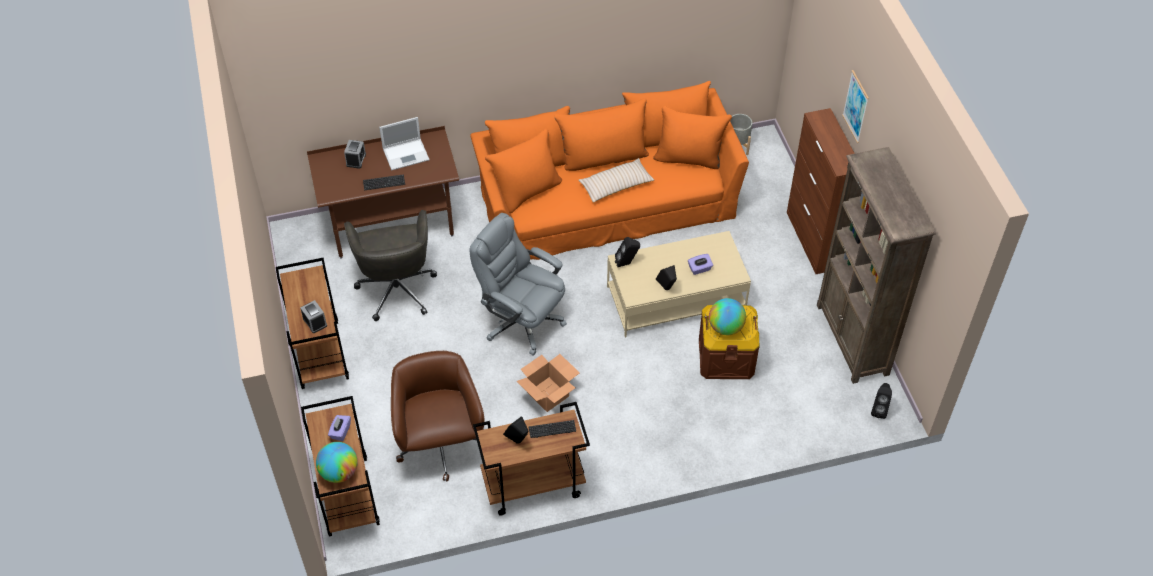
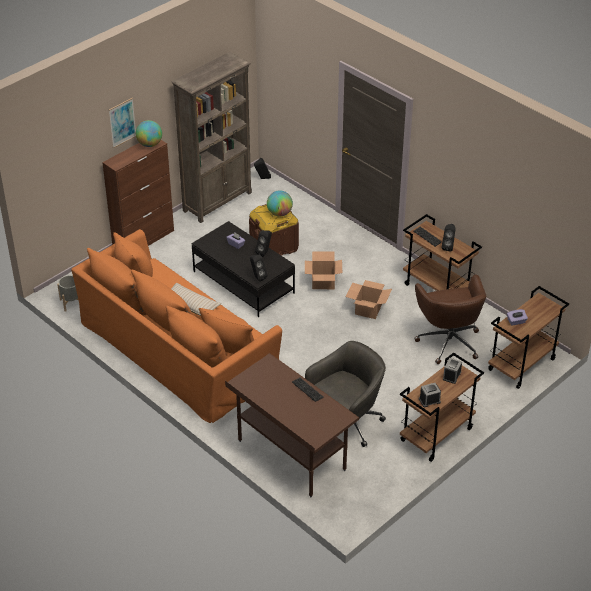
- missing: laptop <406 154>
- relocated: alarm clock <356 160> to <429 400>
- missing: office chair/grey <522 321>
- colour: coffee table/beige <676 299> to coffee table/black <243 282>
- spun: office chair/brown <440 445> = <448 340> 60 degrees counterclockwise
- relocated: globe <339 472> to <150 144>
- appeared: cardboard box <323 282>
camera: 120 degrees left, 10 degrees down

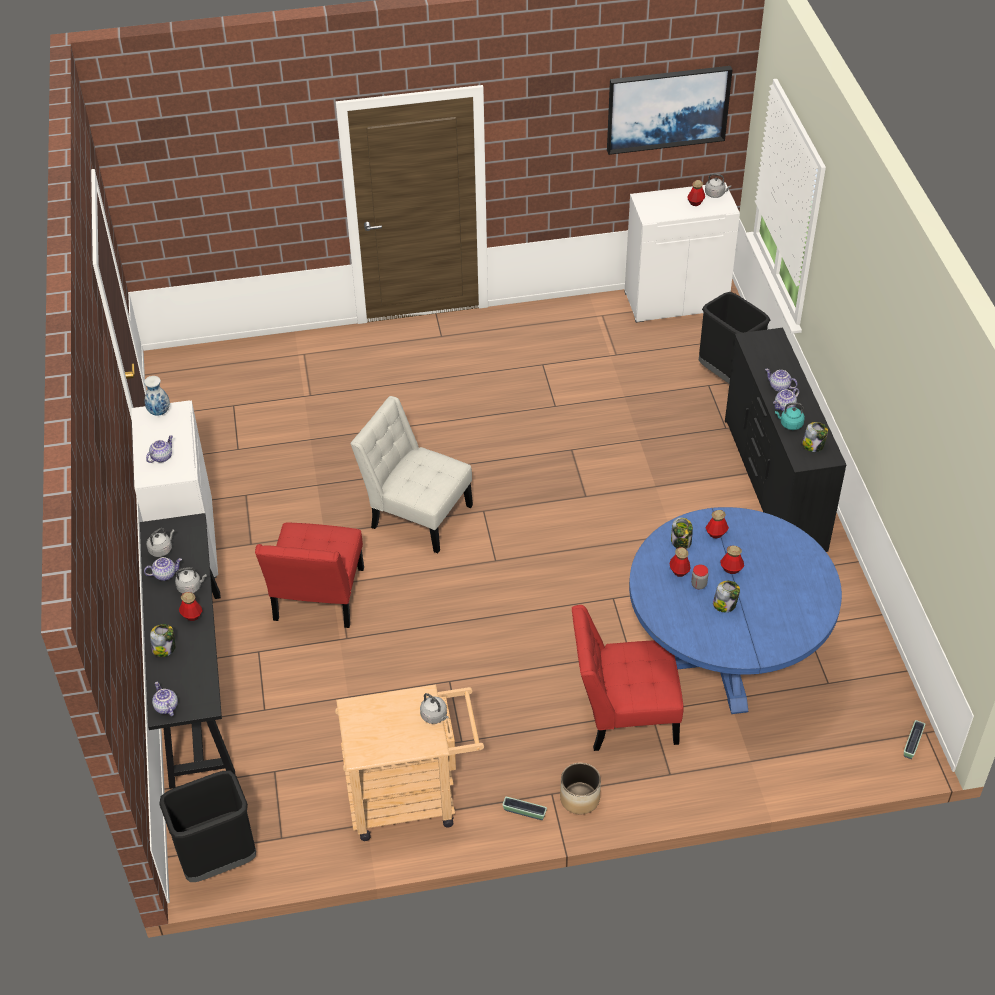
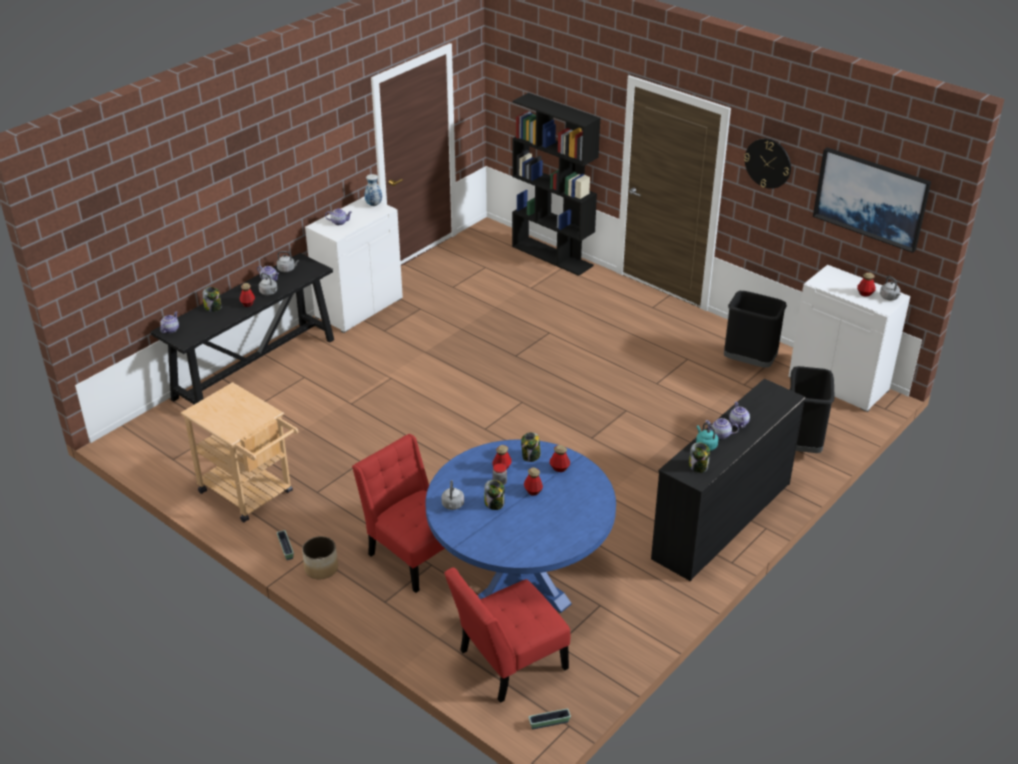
- missing: chair/white <416 514>
- relocated: chair/red <317 599> to <507 662>
- relocated: kettle/grey <435 716> to <452 505>
- relocated: trash can/black <218 859> to <749 362>
- appeared: bookcase/black <553 256>
- appeared: wall clock <768 163>
camera: 50 degrees right, 10 degrees down

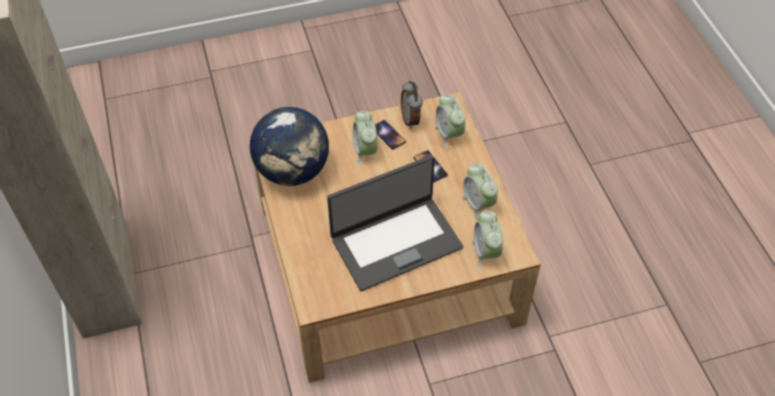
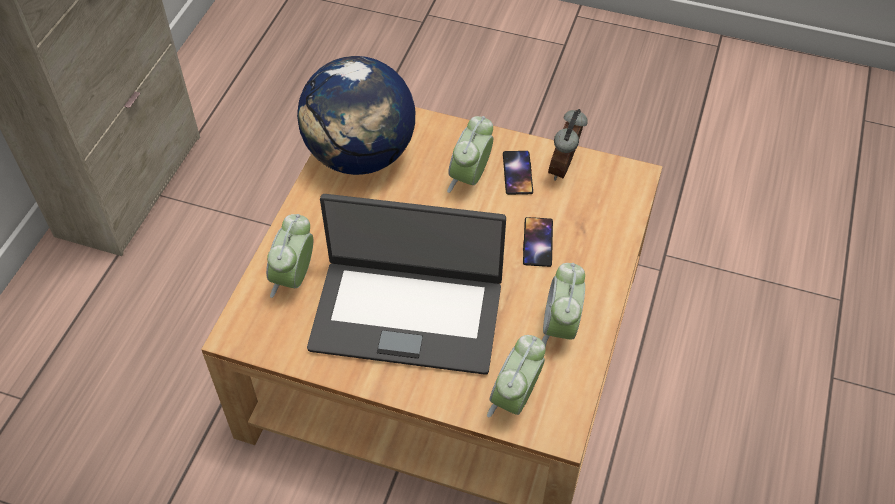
- relocated: alarm clock <449 134> to <294 278>
camera: 35 degrees right, 0 degrees up

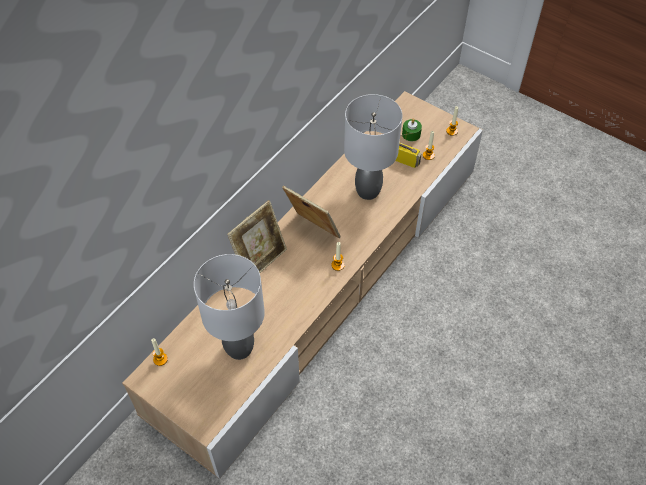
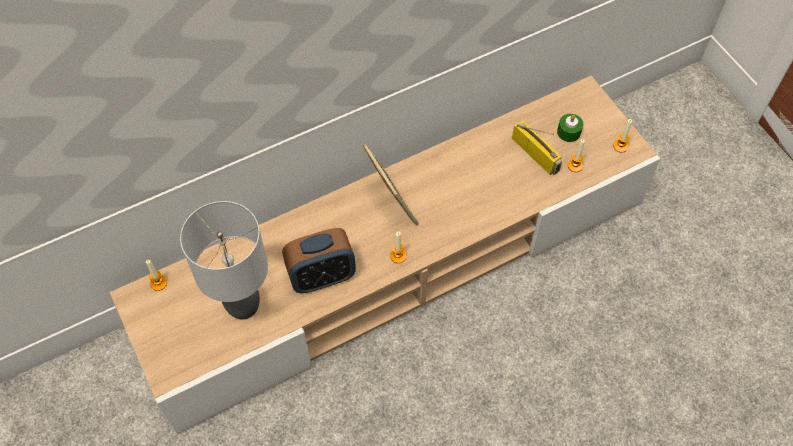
- missing: table lamp/grey <367 191>
- missing: picture frame <260 260>
- appeared: alarm clock <322 277>
camera: 25 degrees right, 5 degrees up

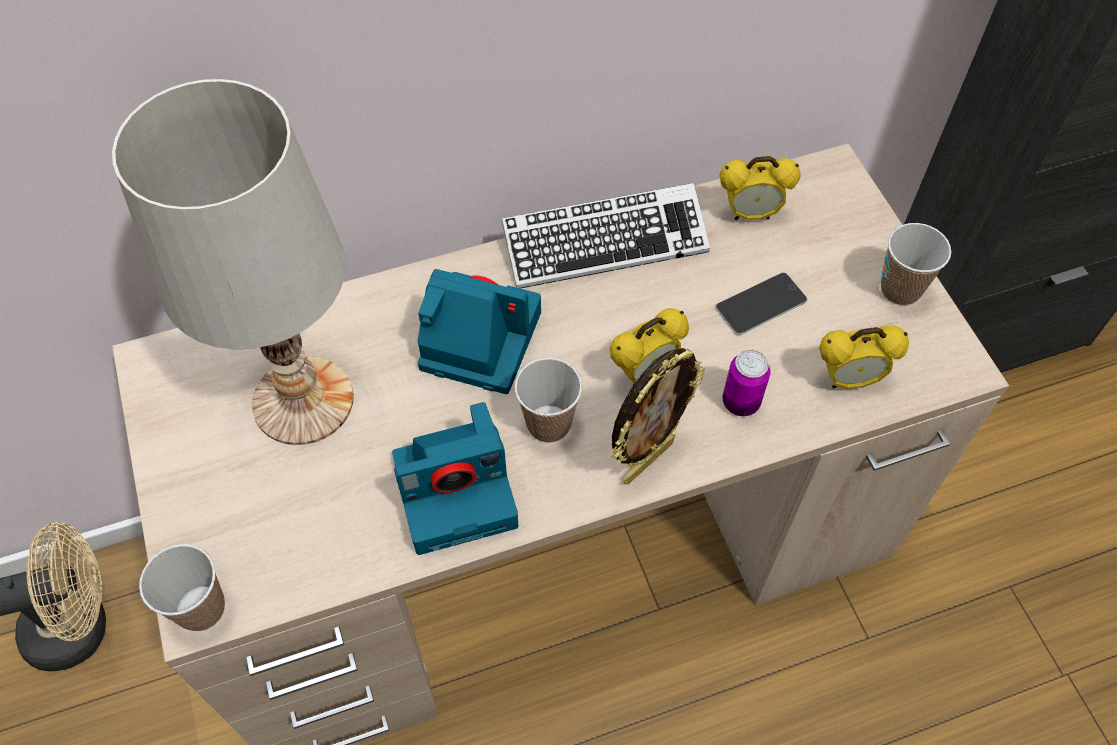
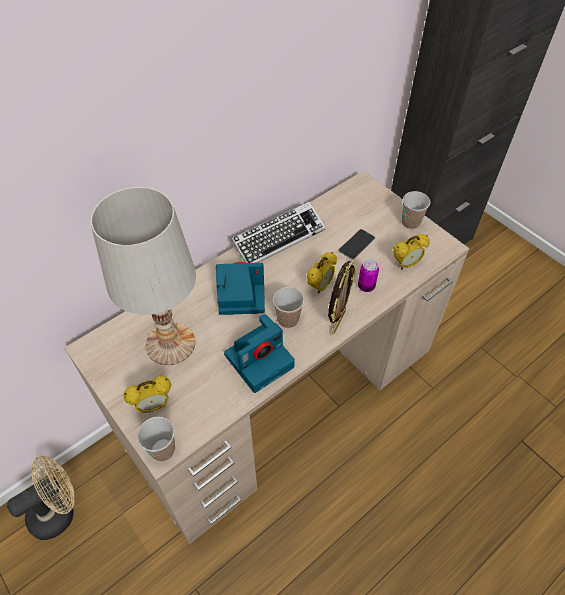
- relocated: alarm clock <750 214> to <154 406>
camera: 20 degrees left, 5 degrees down

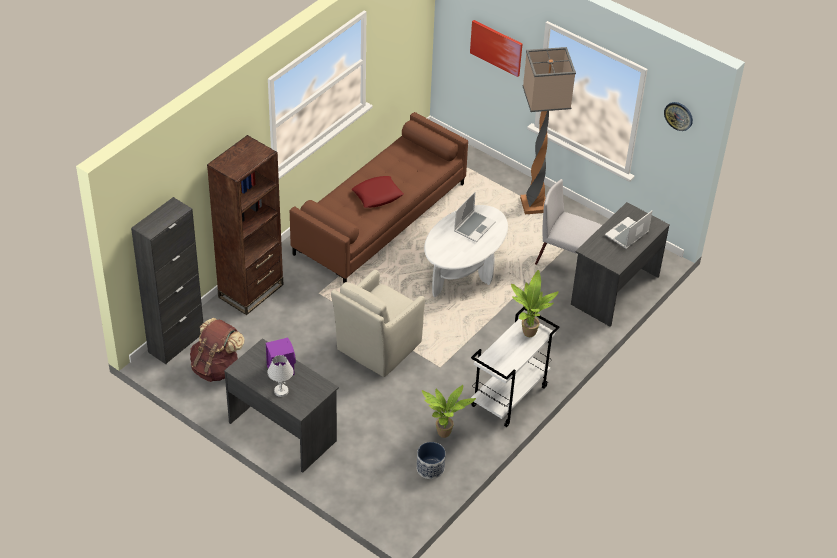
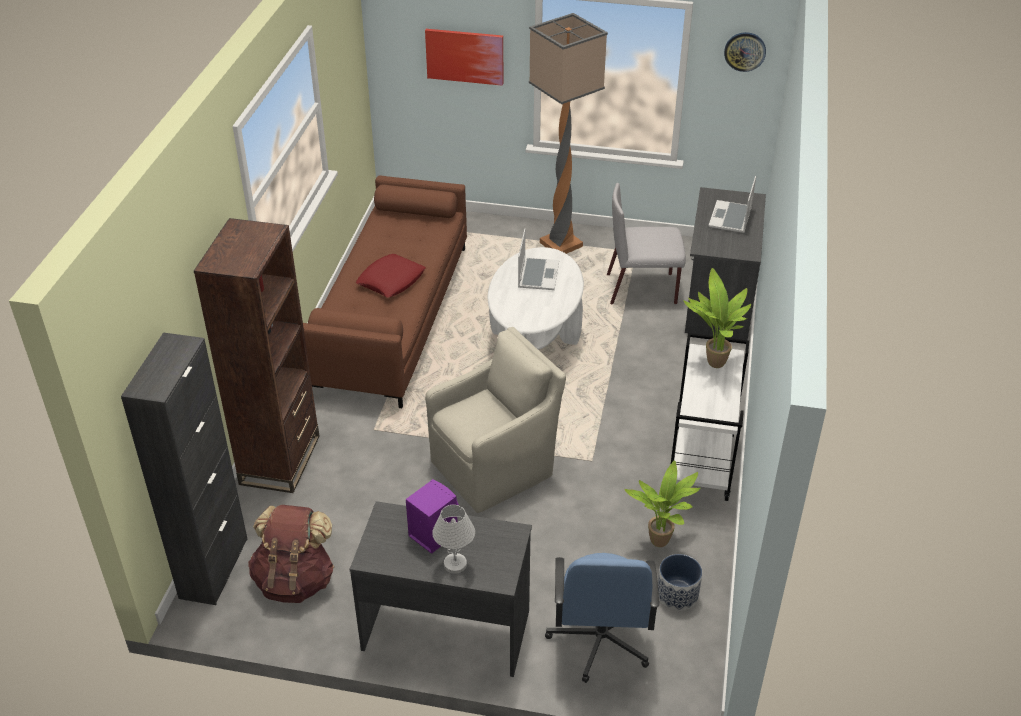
- spun: armchair/beige <377 347> = <495 467> 135 degrees counterclockwise
- appeared: office chair/blue <600 640>
camera: 25 degrees left, 5 degrees down

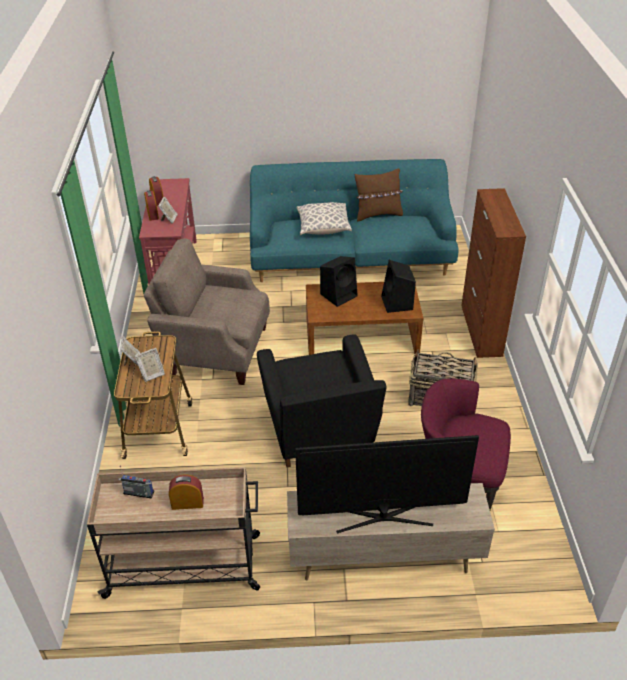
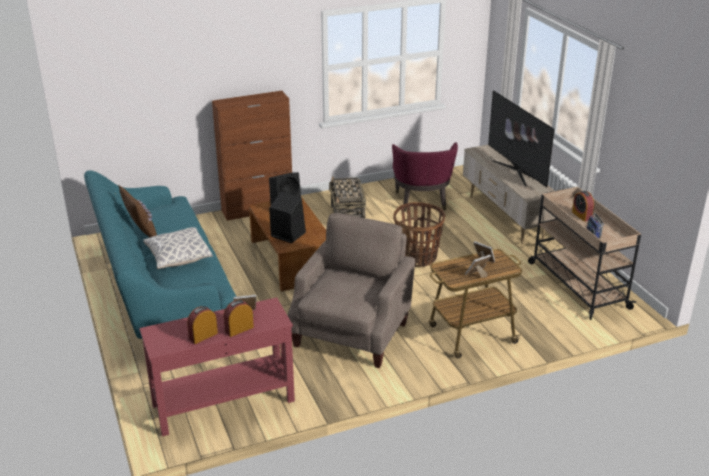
- spun: armchair/beige <215 350> = <352 332> 150 degrees counterclockwise
- exchanged: armchair/black <320 432> to basket <417 257>
camera: 110 degrees left, 10 degrees down

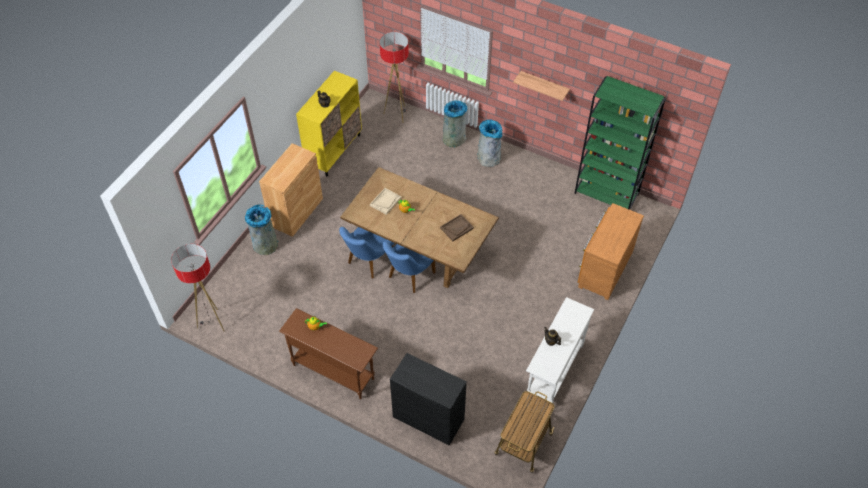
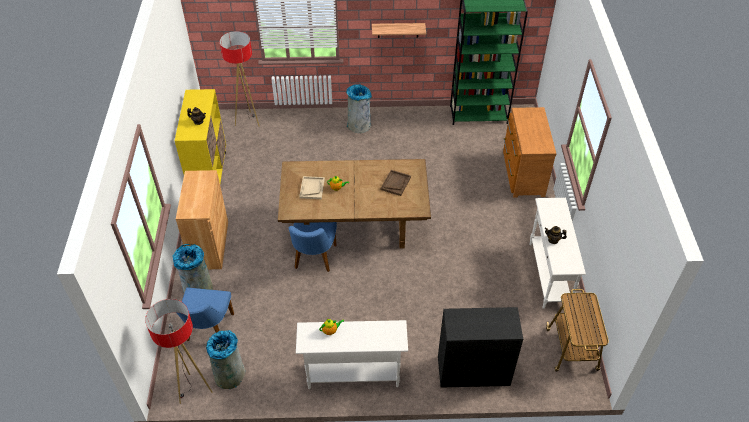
- relocated: trash can/grey <454 139> to <230 374>
- relocated: chair/blue <408 277> to <208 331>
- colour: console table/brown <333 371> to console table/white <353 374>
camera: 30 degrees left, 5 degrees down

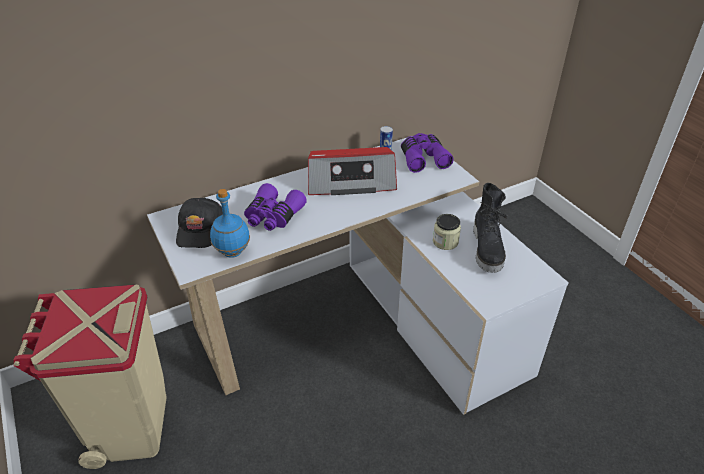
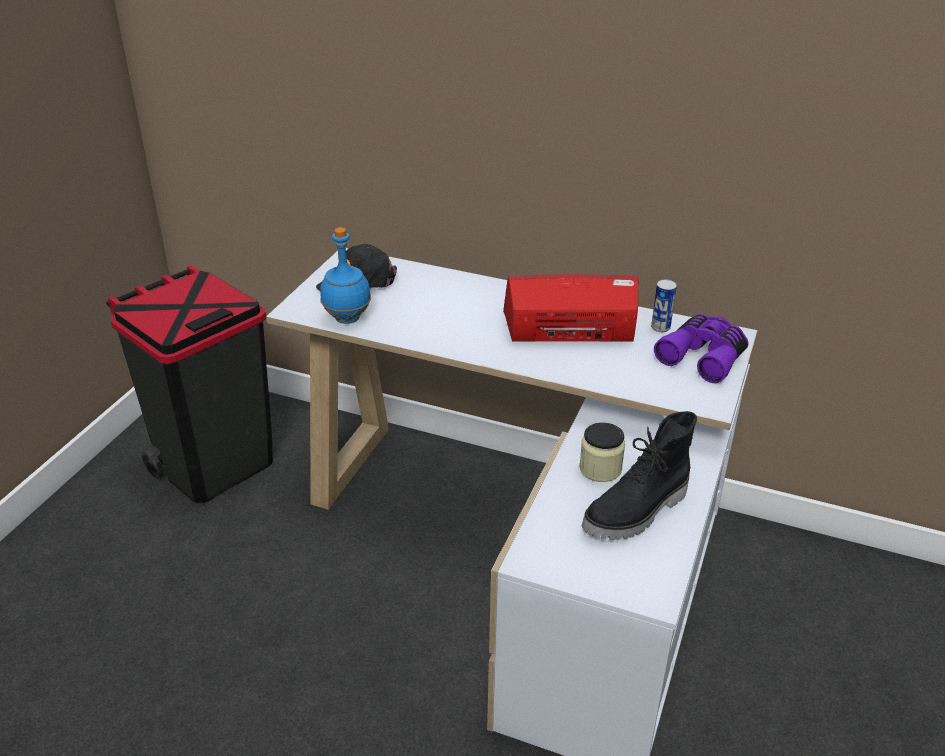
- spun: radio <351 181> = <570 328> 135 degrees clockwise
- missing: binoculars/purple <273 216>
- colour: trash can/beige <129 426> to trash can/black <215 465>
camera: 50 degrees right, 5 degrees down

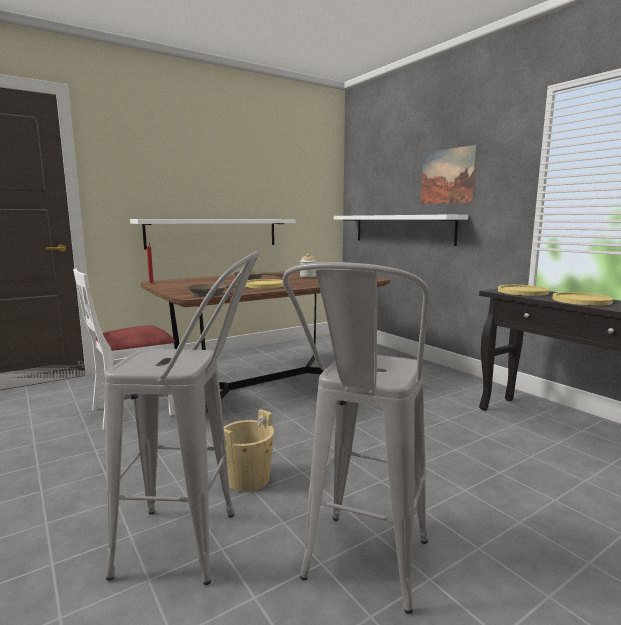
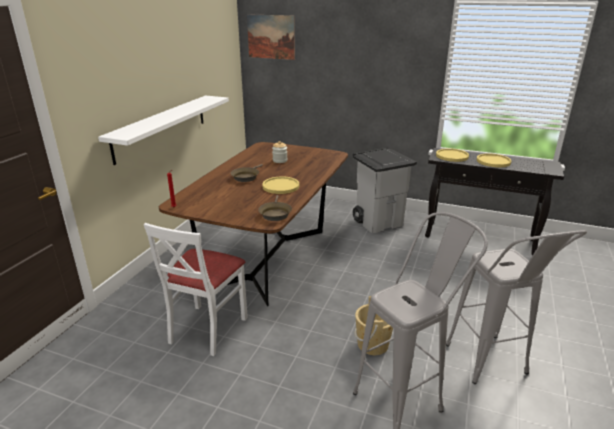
- relocated: picture <447 176> to <271 37>
- missing: shelf/white <402 229>
- appeared: trash can/grey <378 222>
camera: 35 degrees left, 15 degrees up

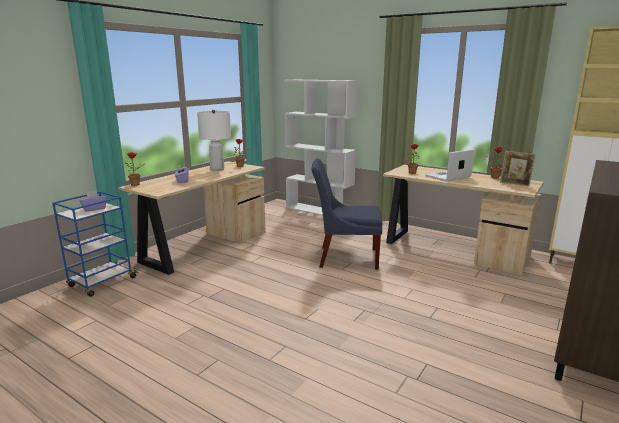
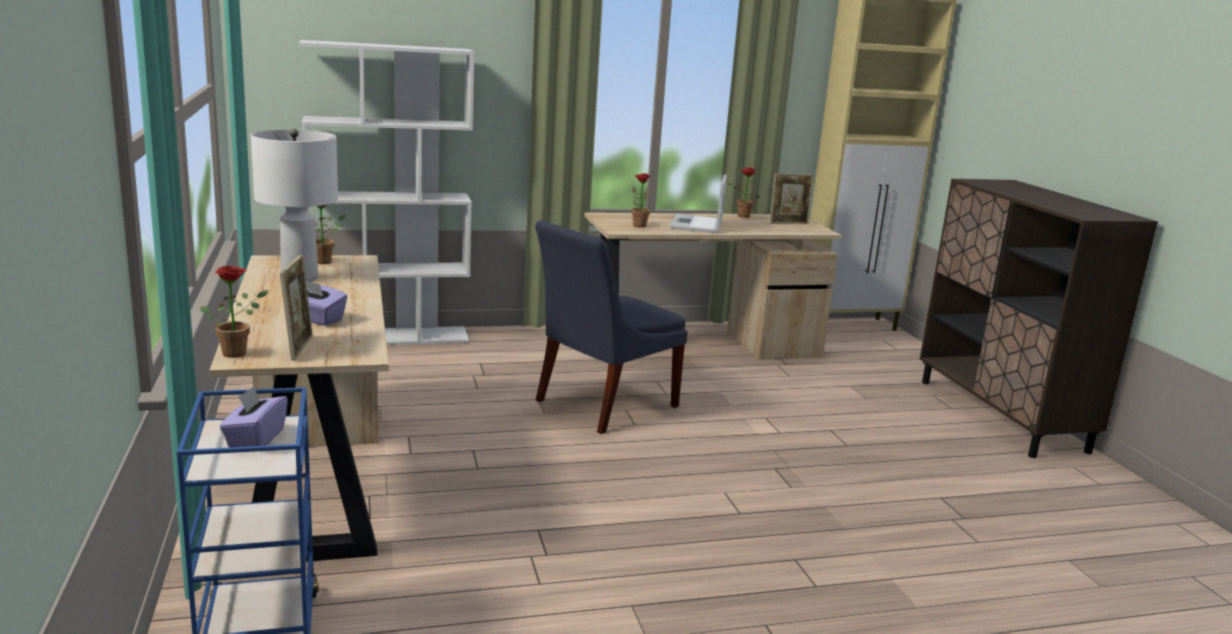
- appeared: picture frame <299 348>
camera: 50 degrees left, 0 degrees up

